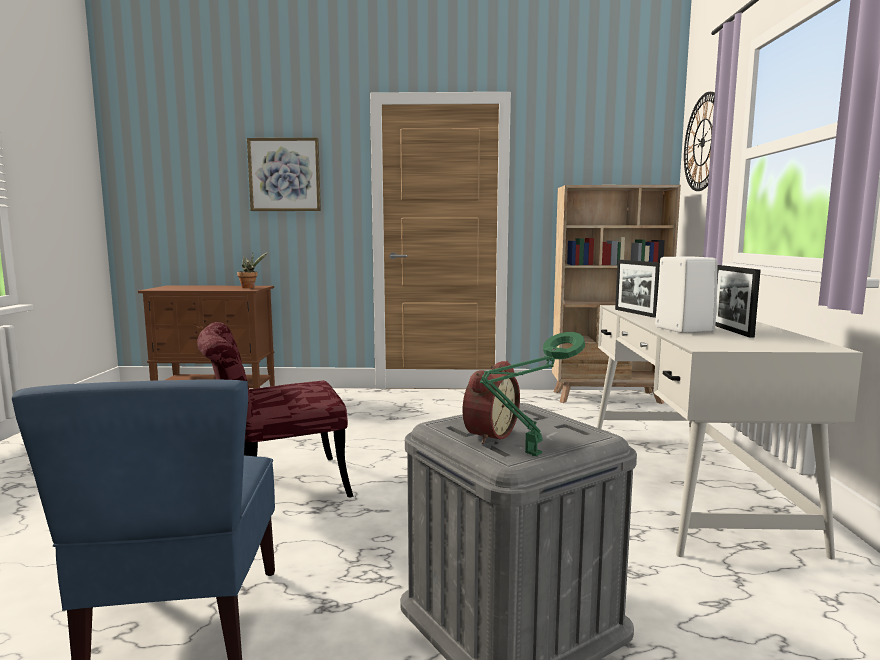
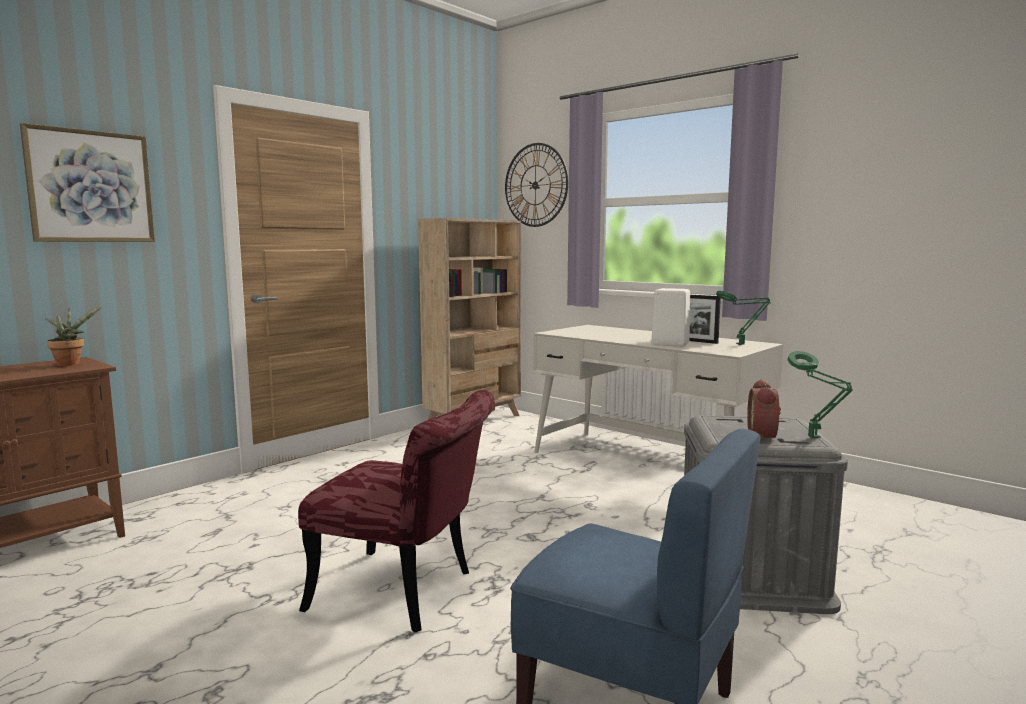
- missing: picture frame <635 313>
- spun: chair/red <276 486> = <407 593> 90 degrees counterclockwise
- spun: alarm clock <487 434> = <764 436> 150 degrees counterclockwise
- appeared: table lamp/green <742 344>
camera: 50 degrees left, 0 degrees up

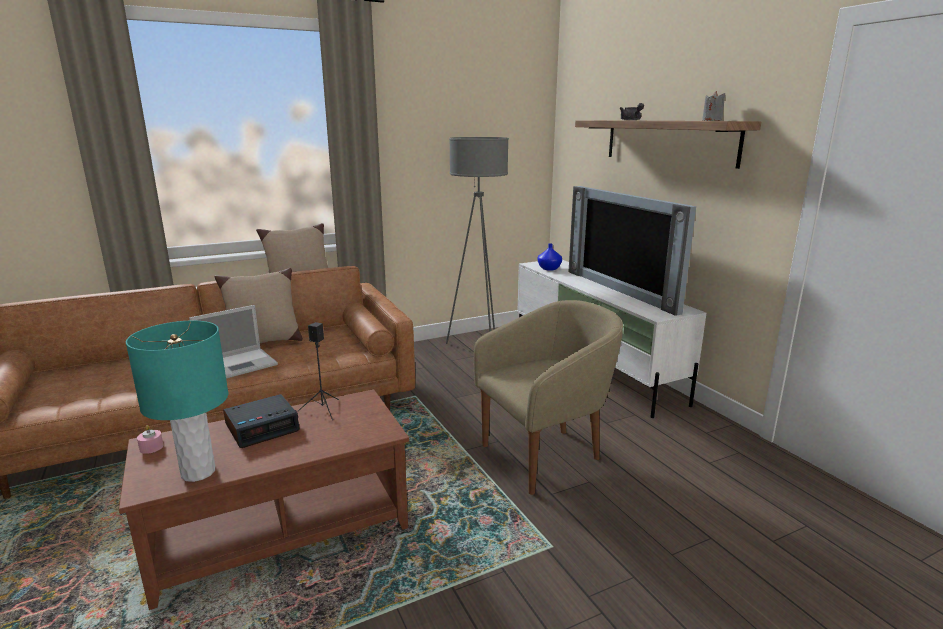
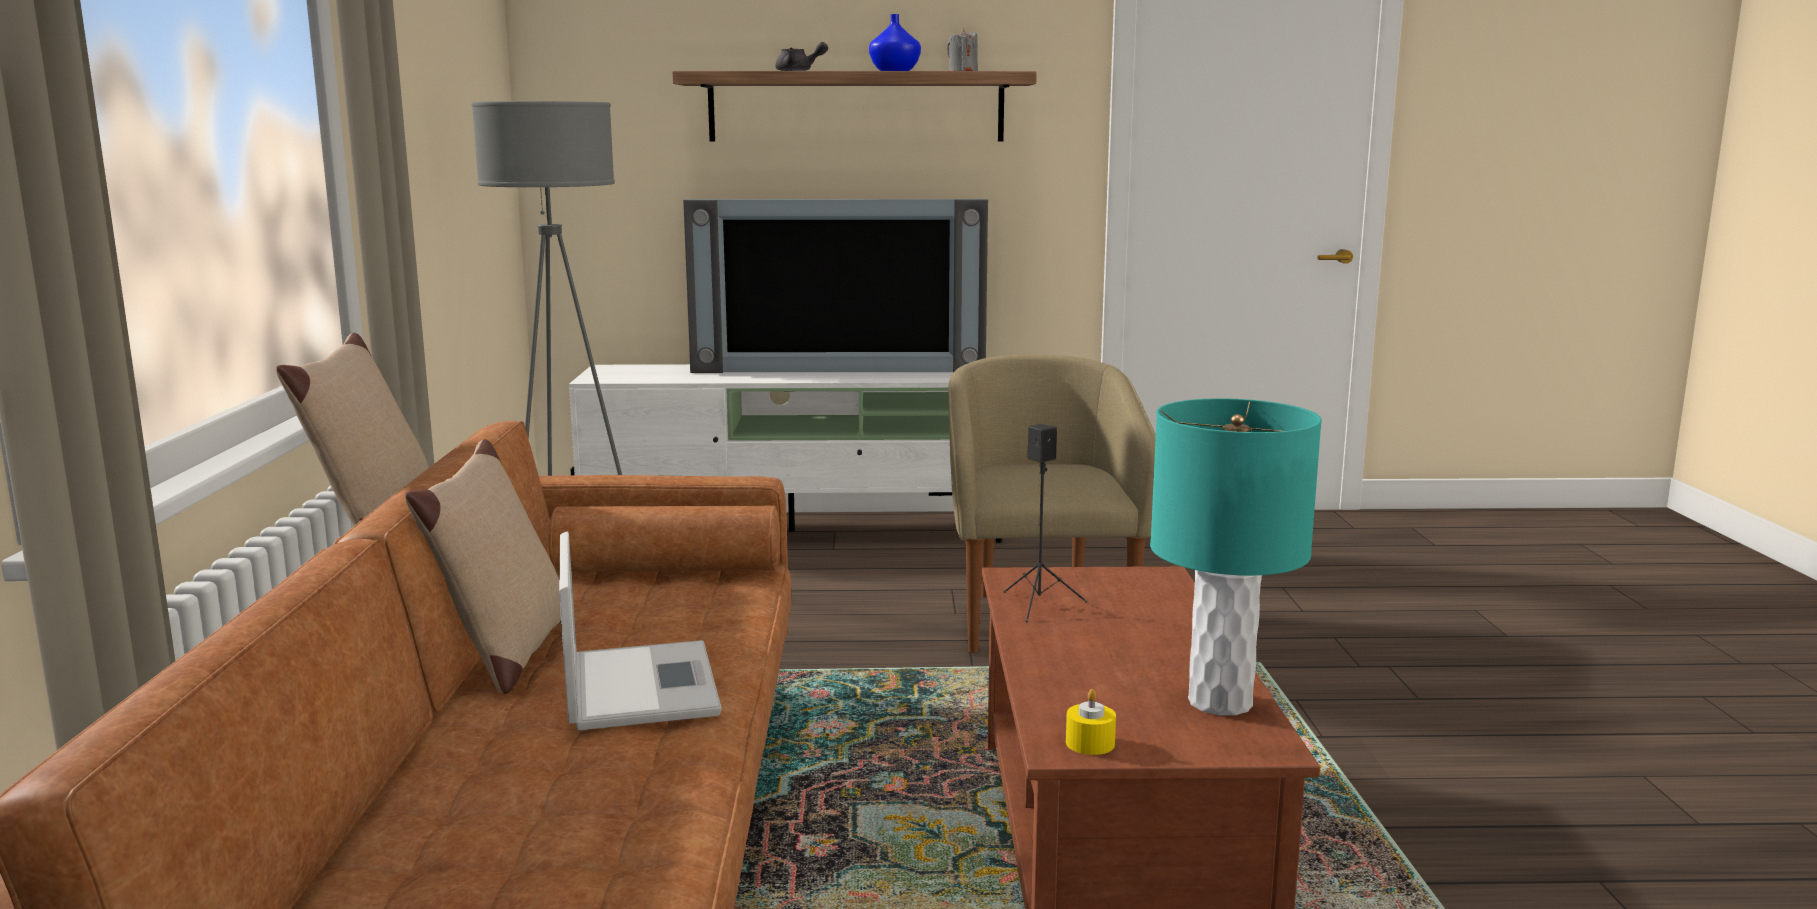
- relocated: vase/blue <549 269> to <895 71>
- missing: alarm clock <263 427>
- colour: candle/pink <151 447> to candle/yellow <1090 743>
camera: 65 degrees left, 5 degrees down

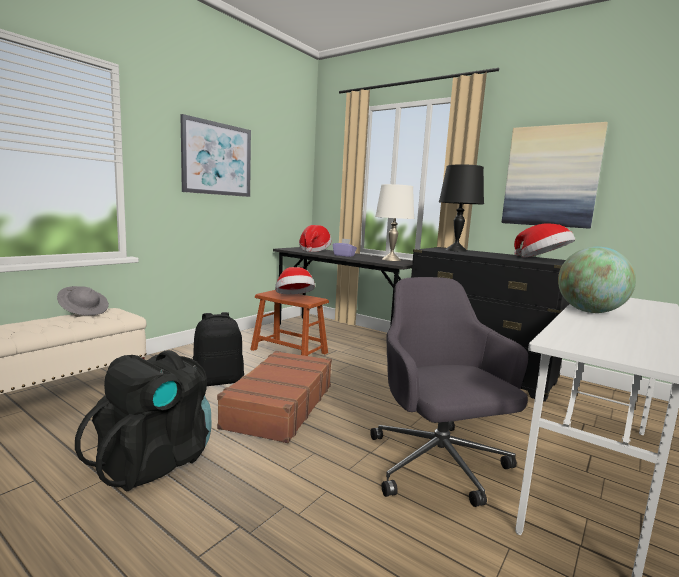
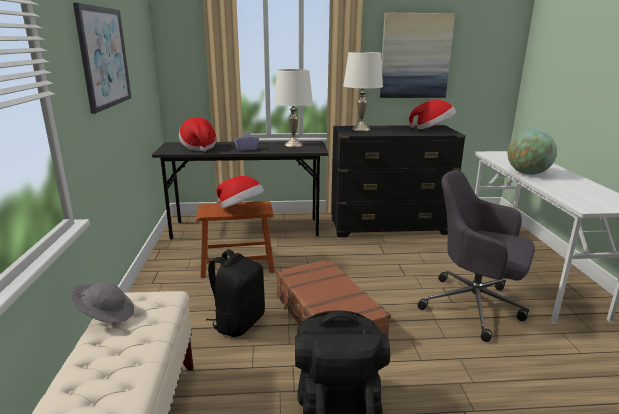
- colour: table lamp/black <456 250> to table lamp/white <360 129>
camera: 40 degrees left, 10 degrees up

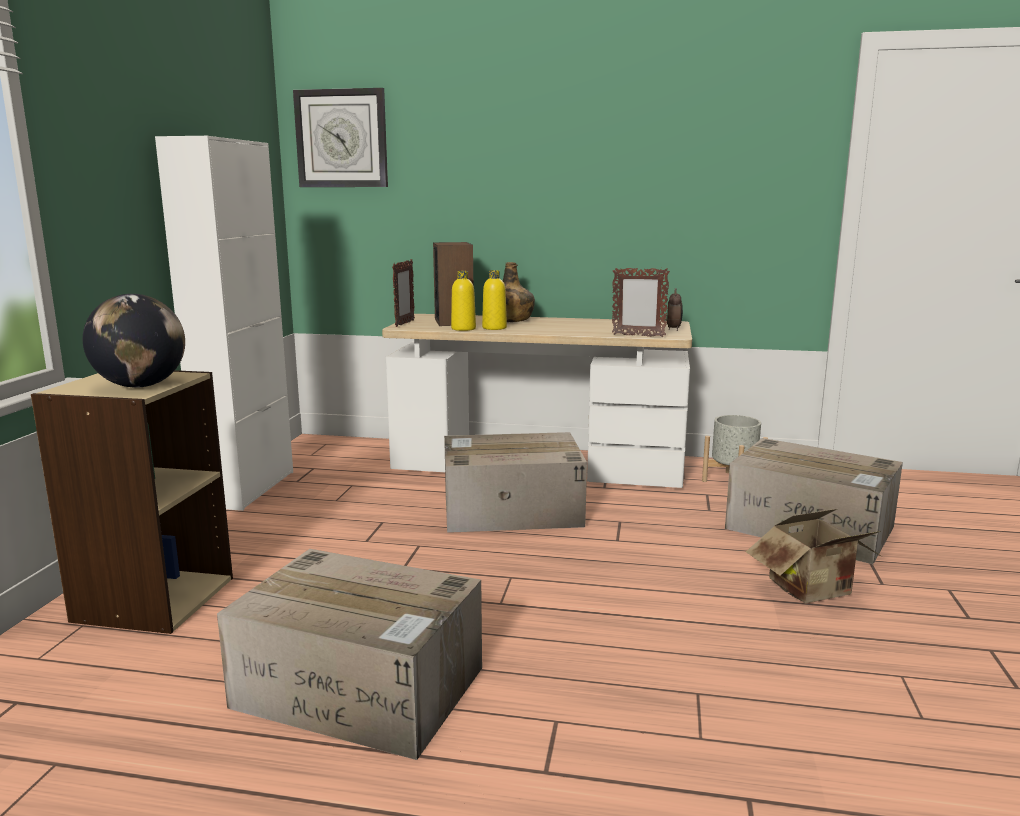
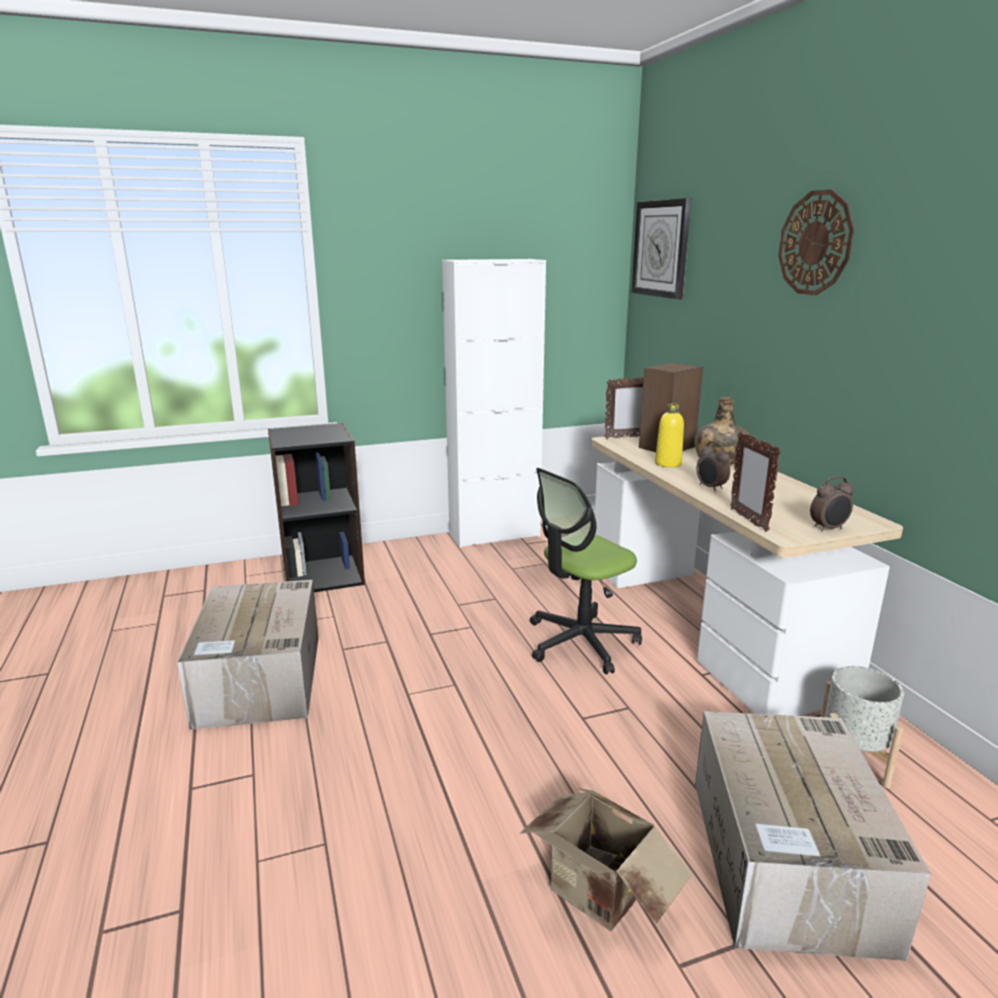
- missing: bottle/yellow <463 329>
- missing: globe <140 386>
- colour: bookcase/beige <153 599> to bookcase/black <323 574>
- exchanged: cardboard box <509 510> to office chair <581 642>
- appeared: wall clock <815 243>
- appeared: alarm clock <710 488>
camera: 60 degrees right, 5 degrees up

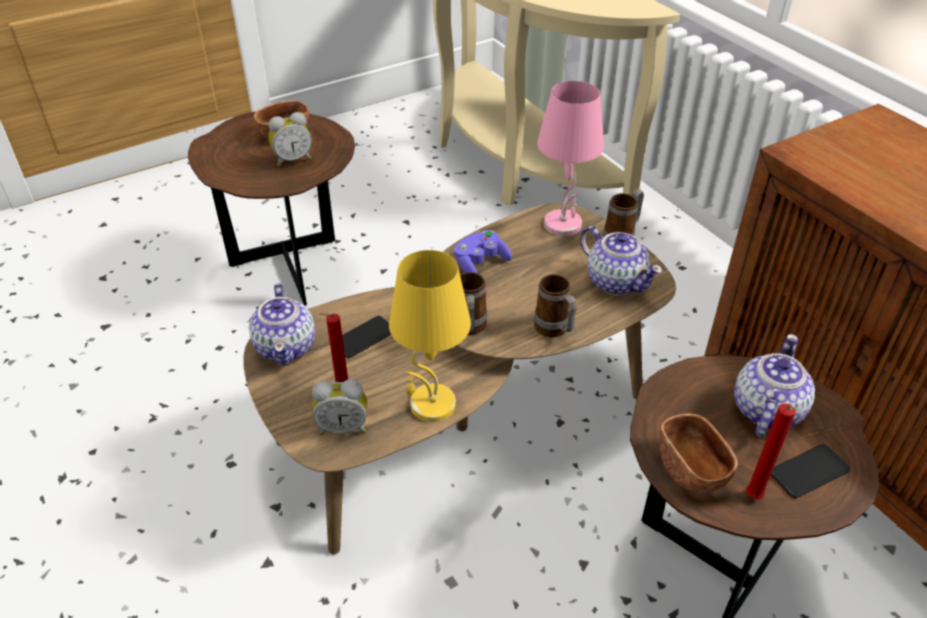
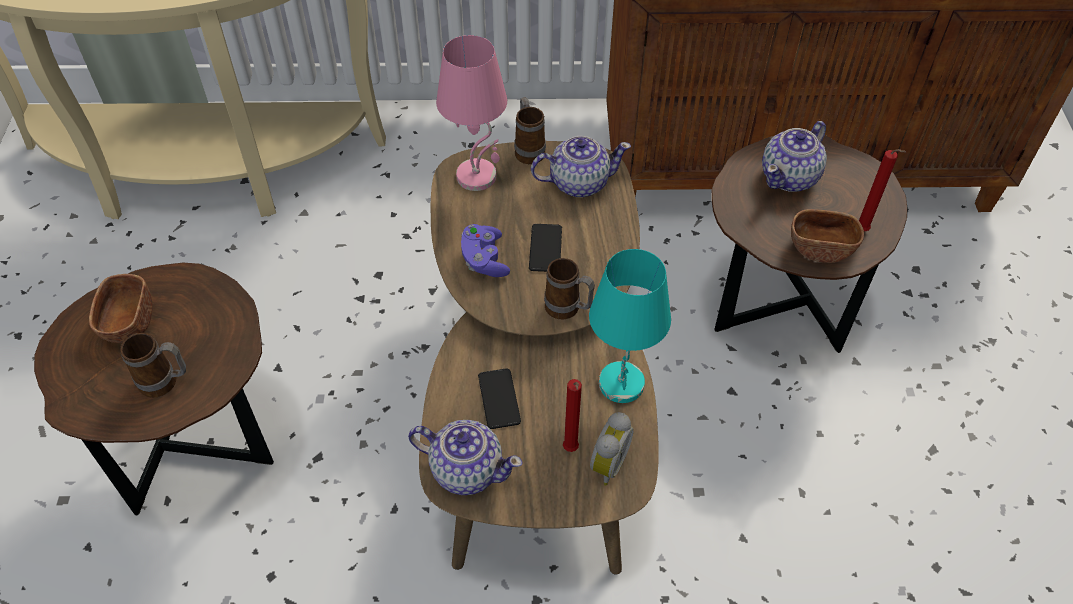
- missing: alarm clock <292 159>
- colour: table lamp/yellow <432 405> to table lamp/turquoise <622 385>
- relocated: mug <555 331> to <166 383>
- spun: teapot <765 410> = <790 177> 105 degrees counterclockwise
- relocated: phone <808 471> to <545 248>
camera: 60 degrees left, 10 degrees up

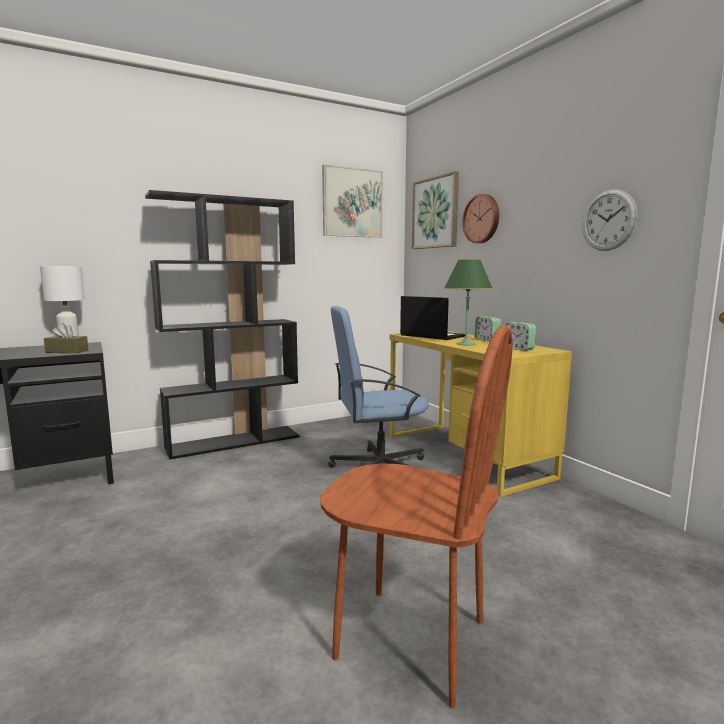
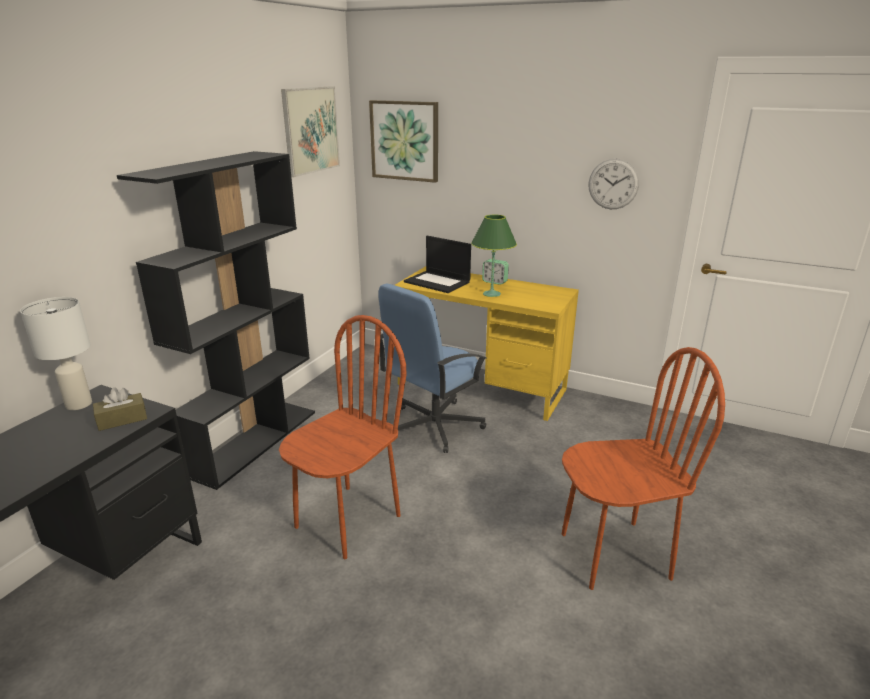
- missing: wall clock <482 219>
- spun: laptop <432 336> = <438 282> 150 degrees counterclockwise
- missing: alarm clock <518 349>
- appeared: chair/brown <347 521>
camera: 35 degrees left, 15 degrees up

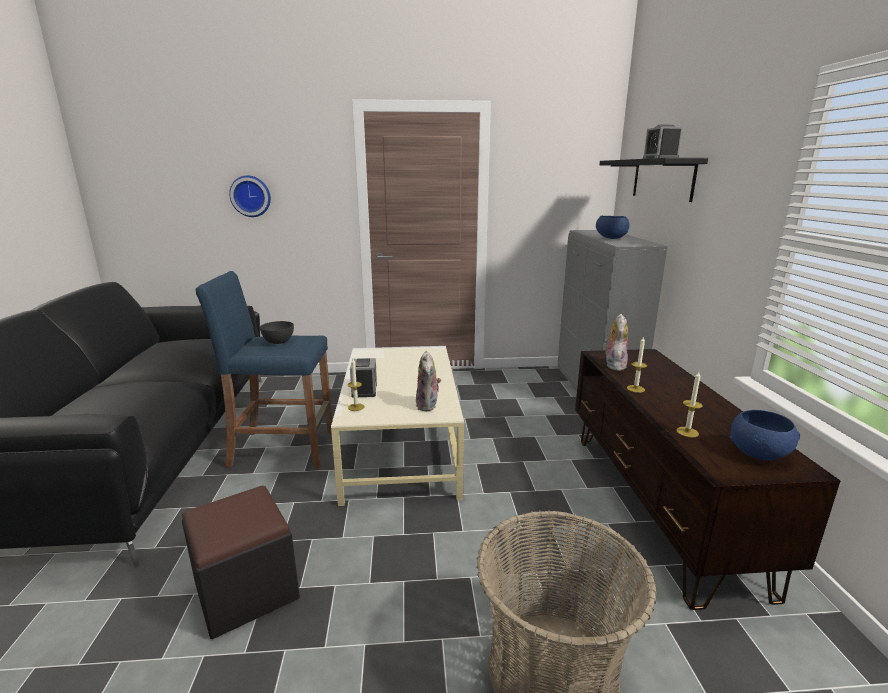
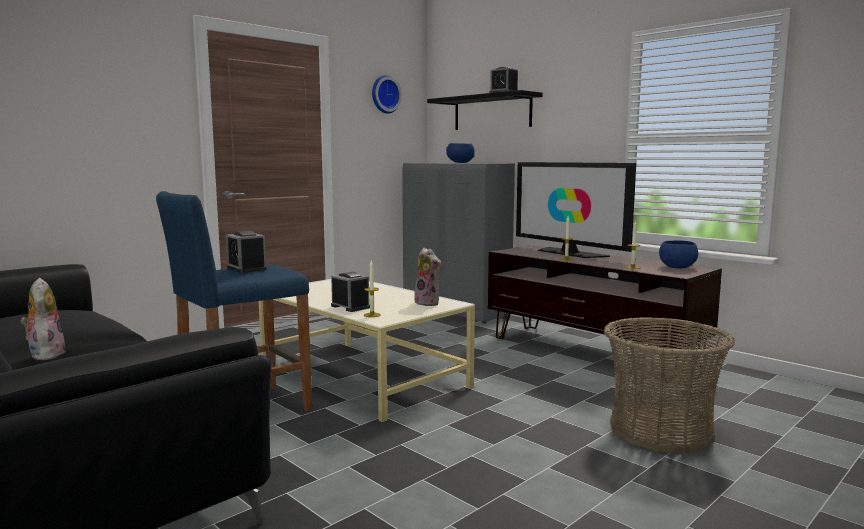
- relocated: wall clock <251 196> to <384 94>
- relocated: plush toy <613 365> to <45 354>
- exchanged: bowl/grey <278 342> to alarm clock <246 268>
- missing: ottoman/black <246 590>
- appeared: television <569 253>
camera: 40 degrees left, 10 degrees down

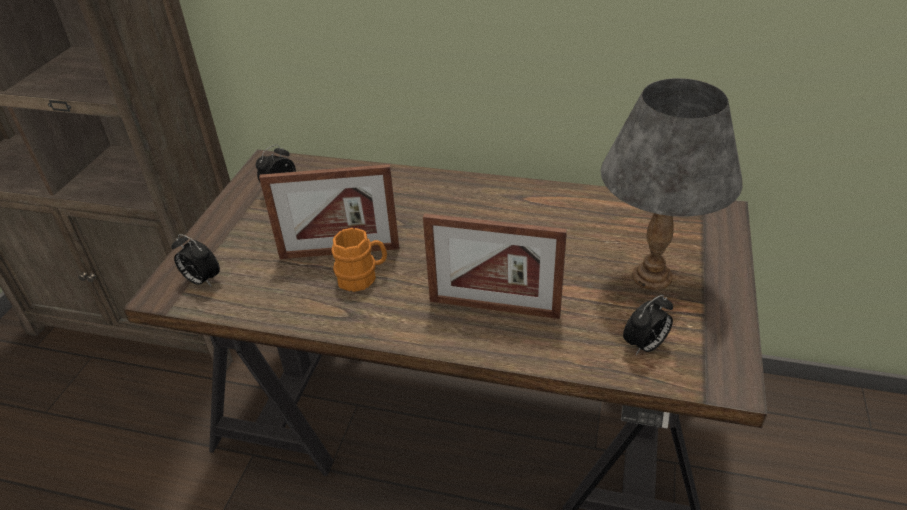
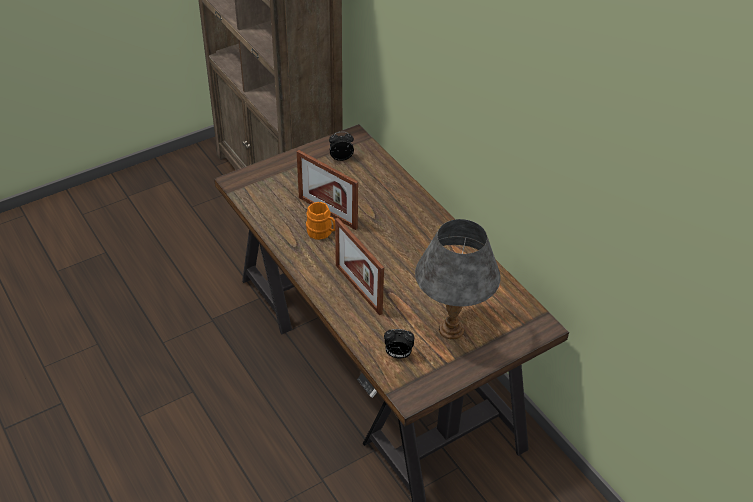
- missing: alarm clock <201 280>
camera: 40 degrees right, 5 degrees up

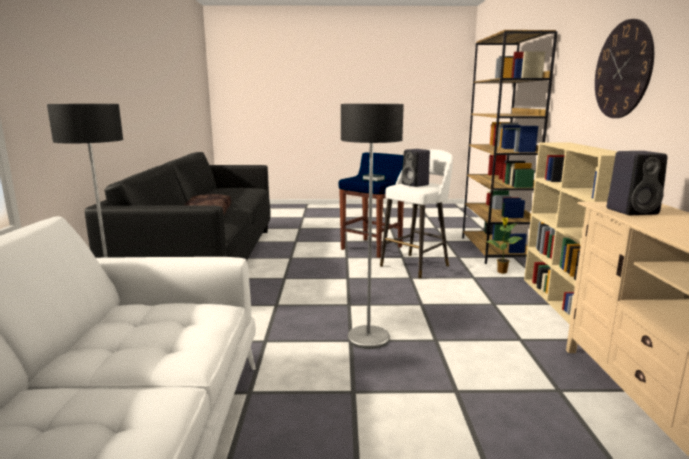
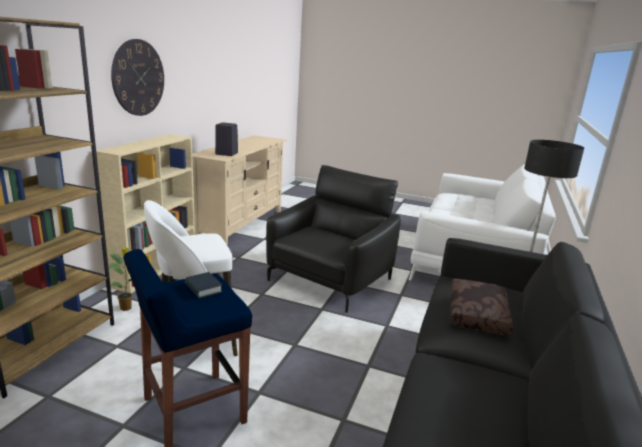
- exchanged: floor lamp <368 338> to armchair/black <330 280>
- missing: speaker/black <416 184>
camera: 160 degrees left, 5 degrees up

